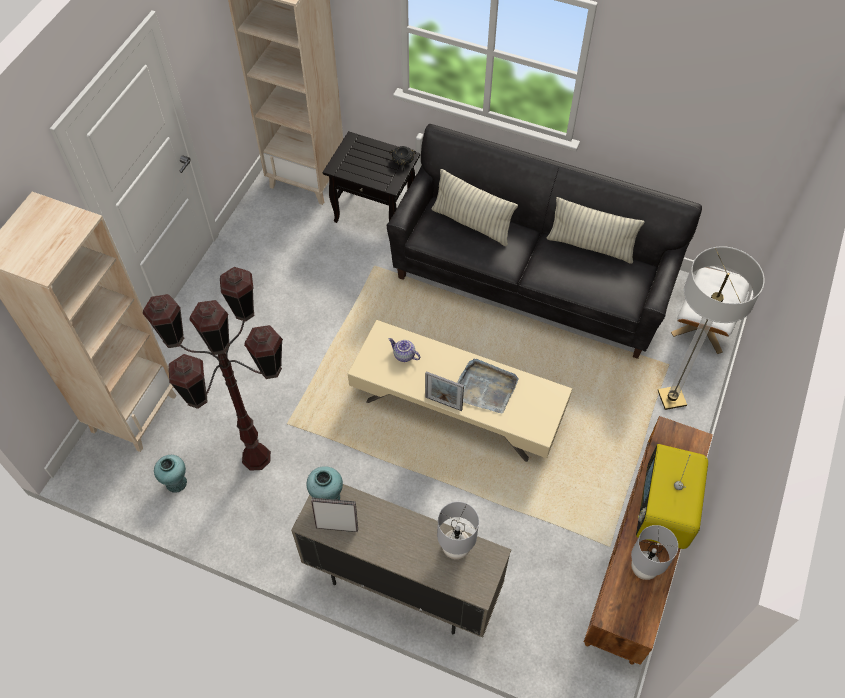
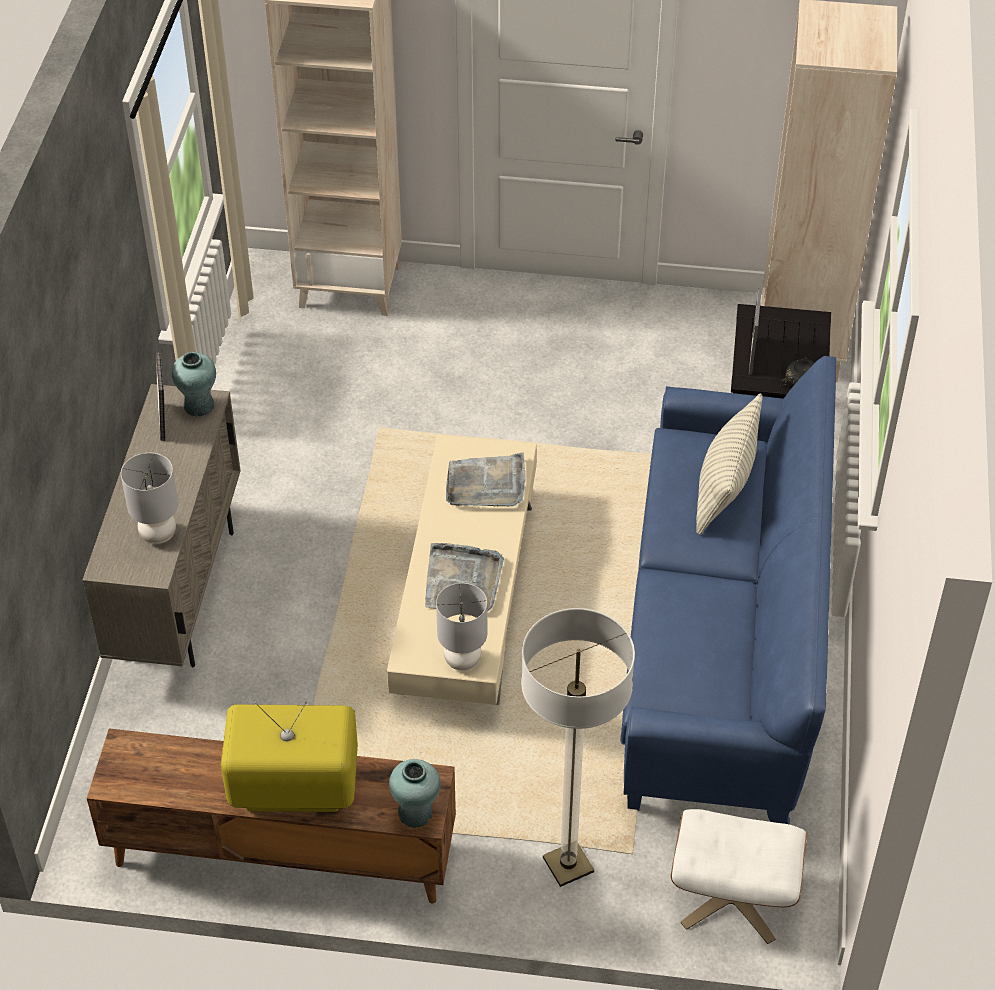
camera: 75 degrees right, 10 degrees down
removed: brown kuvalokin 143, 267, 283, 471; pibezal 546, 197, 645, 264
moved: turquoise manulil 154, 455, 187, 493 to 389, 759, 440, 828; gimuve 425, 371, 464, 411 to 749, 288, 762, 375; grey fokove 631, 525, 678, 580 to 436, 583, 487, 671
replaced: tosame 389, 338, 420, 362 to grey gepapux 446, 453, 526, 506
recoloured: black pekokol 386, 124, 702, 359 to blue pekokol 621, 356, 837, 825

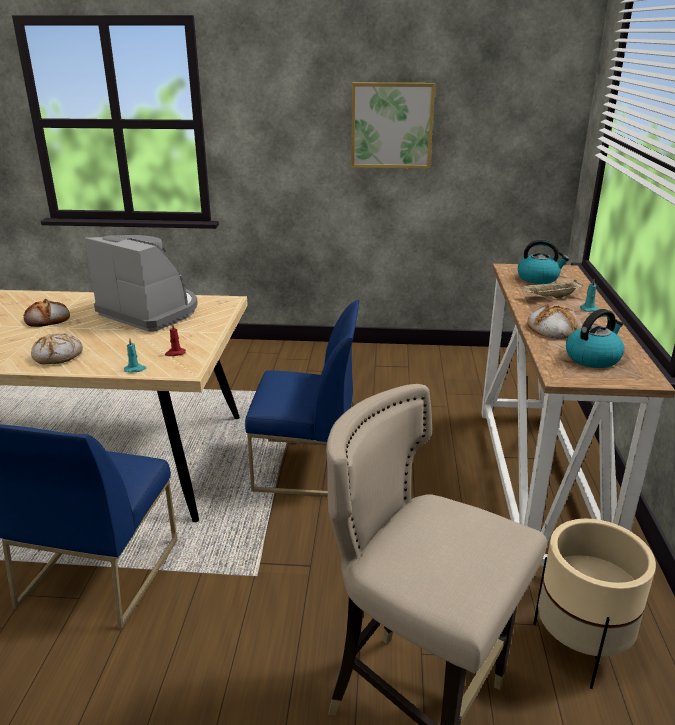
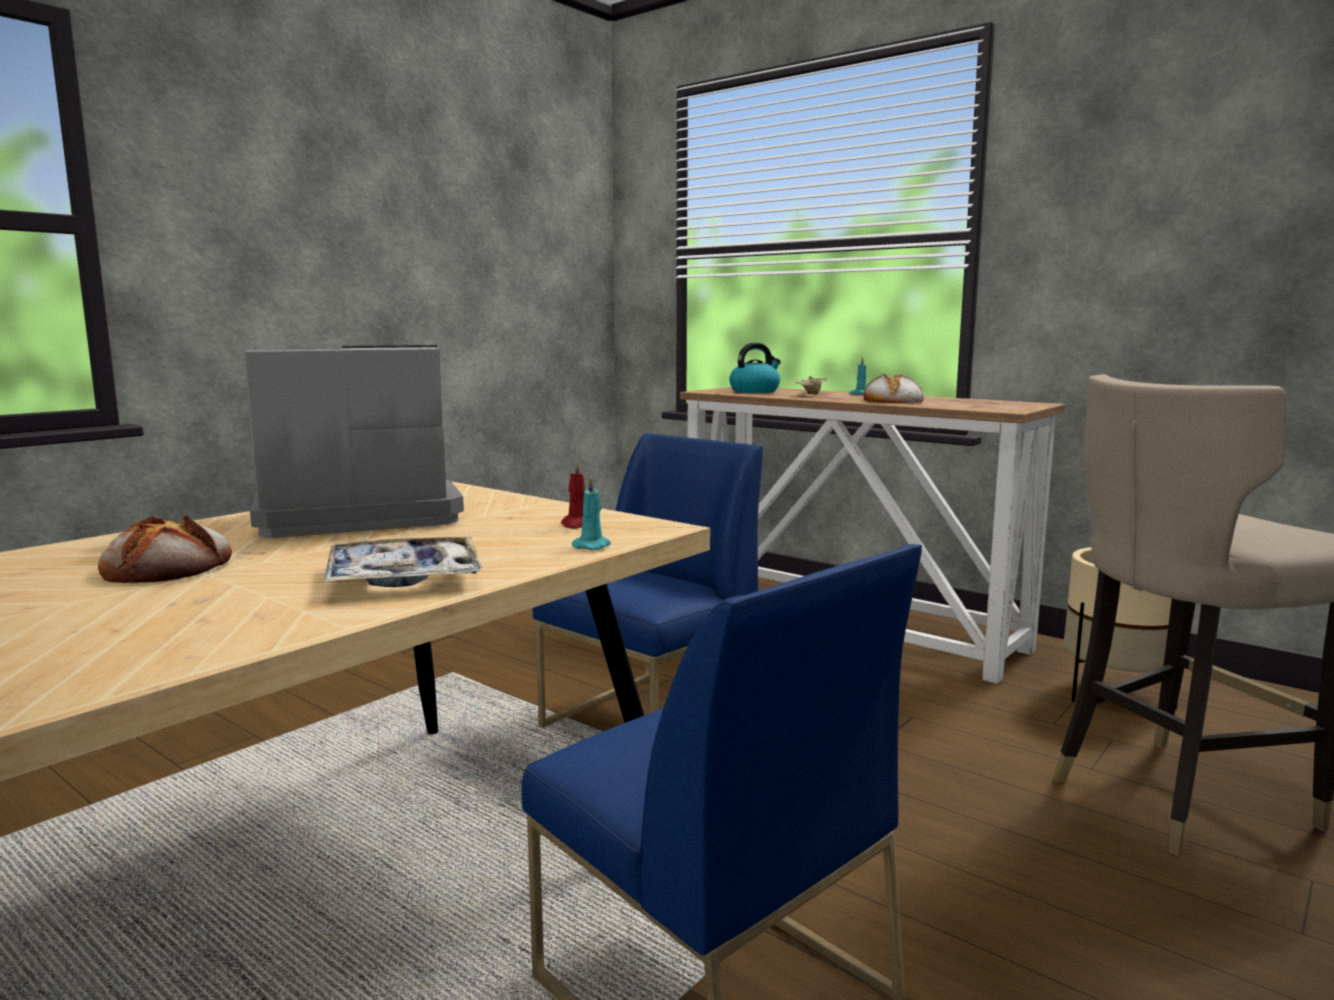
camera: 55 degrees left, 15 degrees down
removed: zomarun 351, 83, 435, 169; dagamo 566, 309, 624, 368
replaced: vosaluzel 31, 333, 83, 364 to gepapux 323, 537, 483, 587

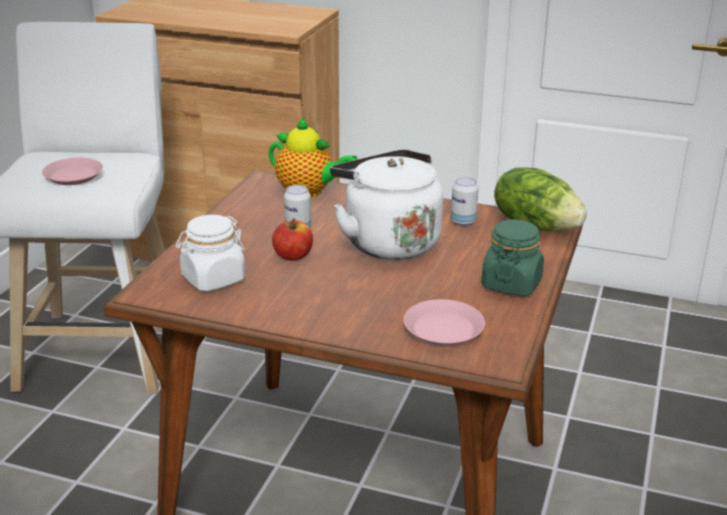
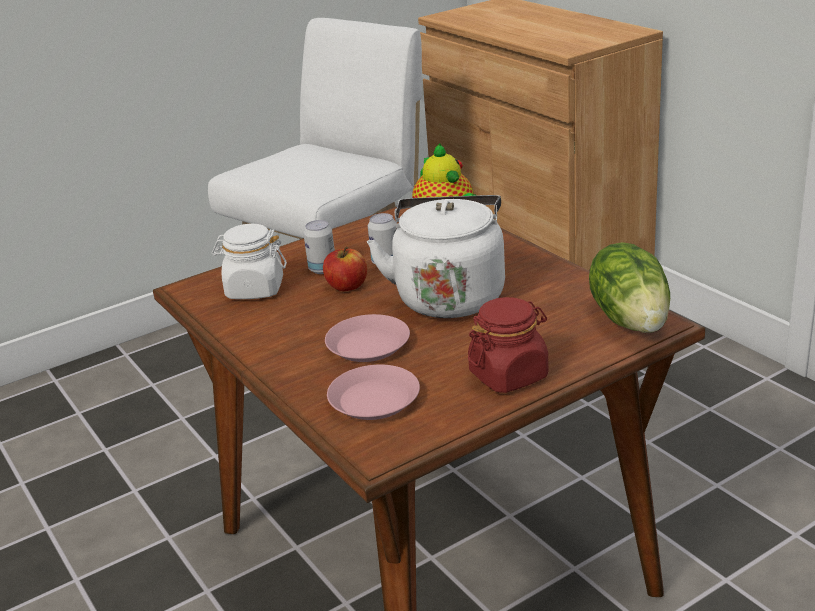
camera: 40 degrees right, 0 degrees up
moved: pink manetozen 42, 158, 103, 185 to 325, 314, 410, 362; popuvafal 451, 177, 479, 226 to 303, 220, 335, 274
recoloured: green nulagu 481, 219, 544, 296 to red nulagu 468, 297, 548, 393

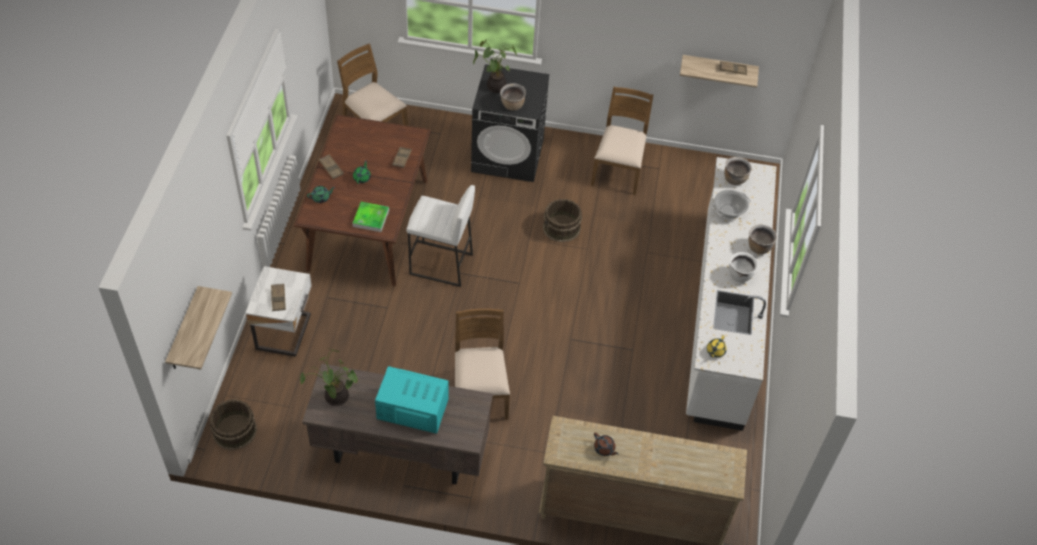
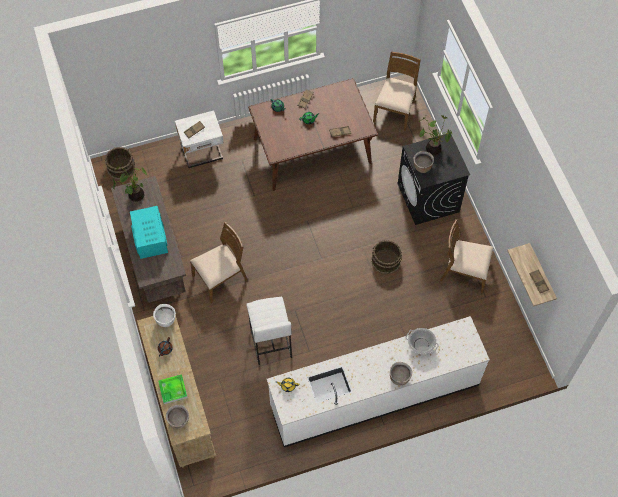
camera: 65 degrees right, 10 degrees up
removed: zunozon 165, 286, 232, 370
moved: gepapux 353, 202, 389, 232 to 158, 374, 188, 404; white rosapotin 406, 185, 475, 287 to 246, 297, 292, 365; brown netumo 724, 157, 752, 185 to 166, 405, 189, 429; white netumo 729, 252, 758, 283 to 153, 304, 176, 327
turned: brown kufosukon 591, 87, 653, 195 = 440, 219, 494, 294 150 degrees counterclockwise

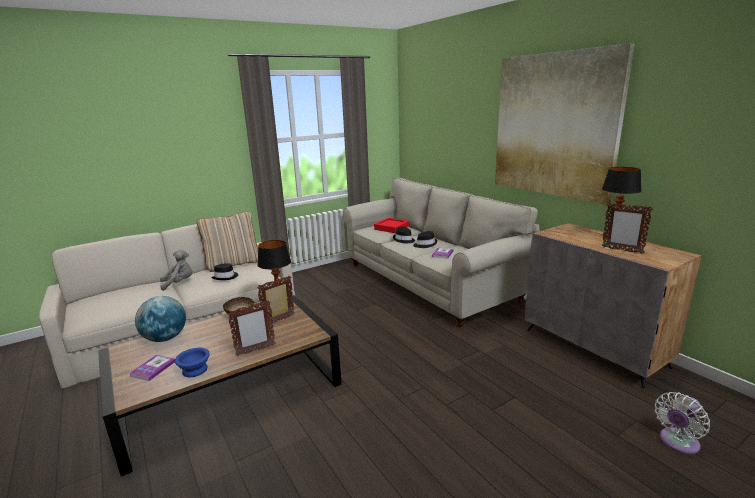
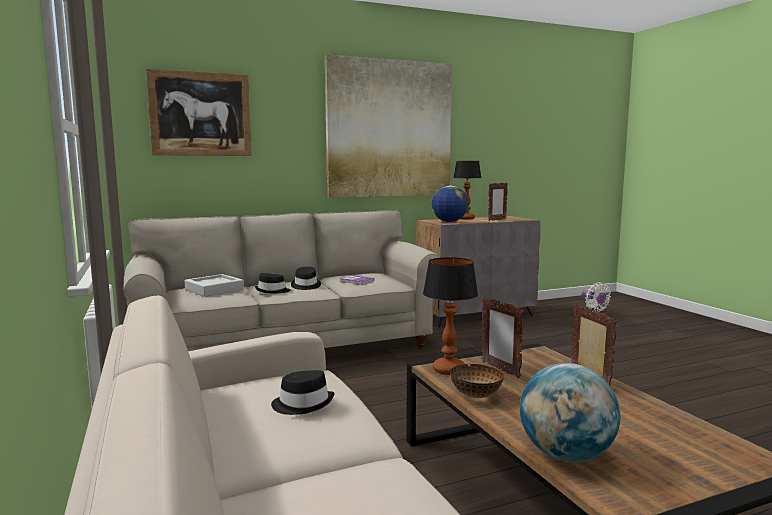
camera: 80 degrees left, 10 degrees down
removed: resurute 129, 355, 175, 381; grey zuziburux 160, 249, 192, 291; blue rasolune 175, 348, 210, 377; beige pibezal 197, 211, 258, 272
added: zomarun 146, 69, 252, 156; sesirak 432, 186, 468, 222
recoloured: red gepapux 374, 218, 409, 233 to grey gepapux 184, 274, 244, 297

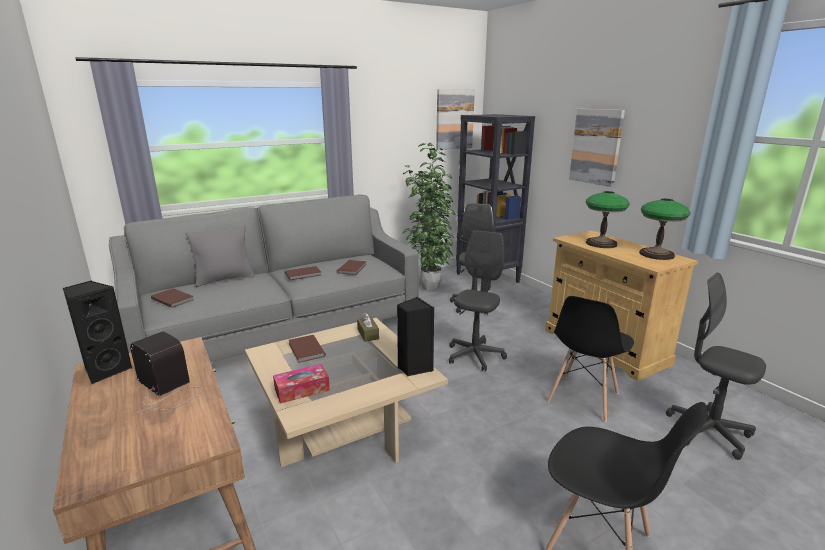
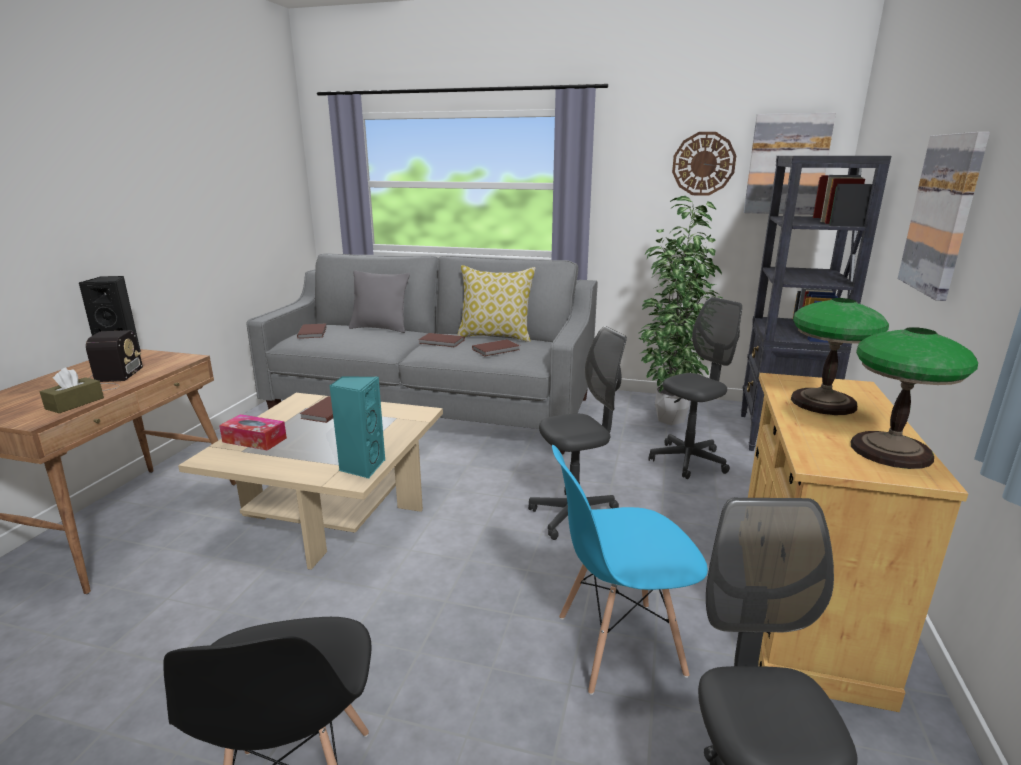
camera: 45 degrees right, 0 degrees up
added: pibezal 457, 265, 536, 342; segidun 672, 132, 736, 196
moved: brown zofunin 357, 313, 379, 342 to 40, 368, 104, 413
recoloured: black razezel 397, 297, 434, 376 to turquoise razezel 329, 376, 385, 479; black kufosukon 547, 296, 634, 422 to blue kufosukon 552, 445, 708, 695

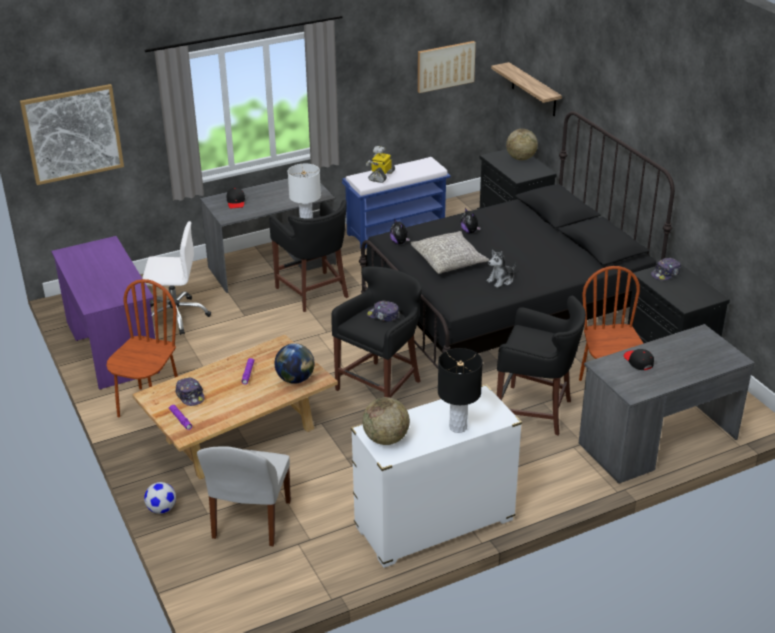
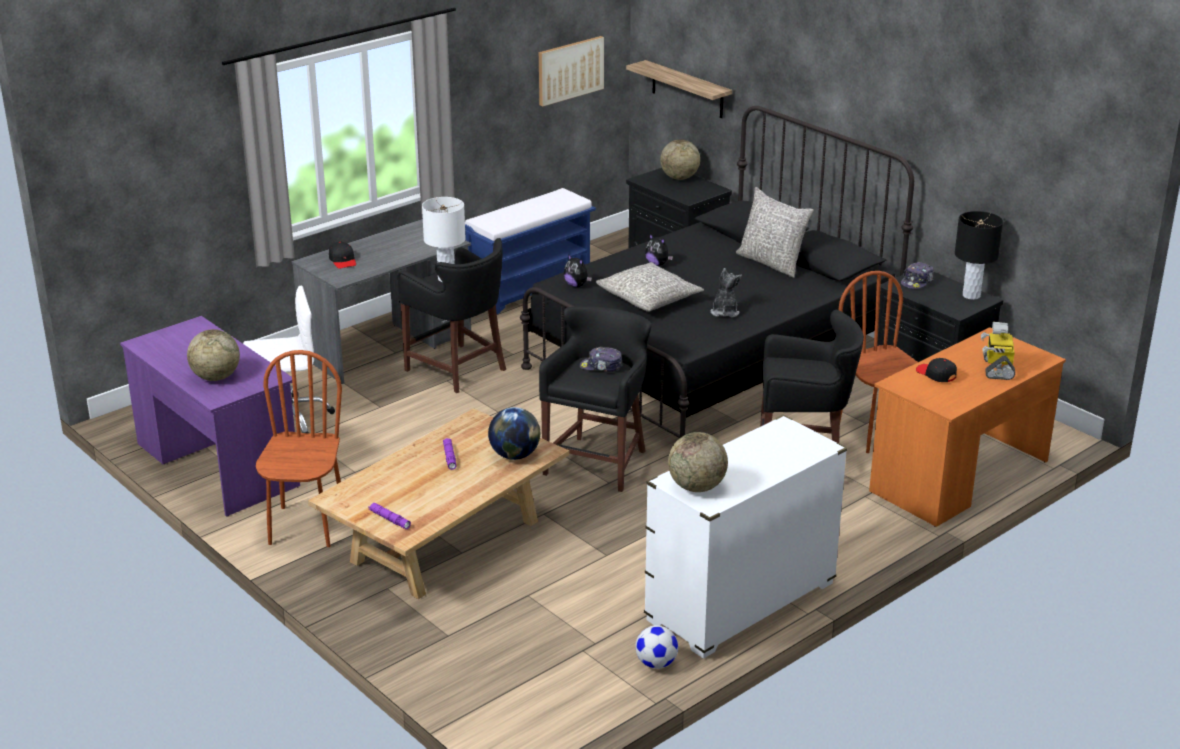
camera: 15 degrees left, 5 degrees down
removed: zomarun 20, 84, 124, 185; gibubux 175, 378, 205, 406; white kufosukon 197, 446, 291, 546
added: sesirak 187, 329, 240, 381; grey pibezal 736, 187, 814, 278
moved: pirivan 144, 482, 176, 514 to 636, 625, 678, 669; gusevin 366, 146, 395, 183 to 981, 322, 1015, 380; black fokove 438, 348, 483, 433 to 955, 211, 1003, 300
recoloured: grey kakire 579, 324, 755, 484 to orange kakire 869, 327, 1066, 527
turned: zuziburux 487, 250, 516, 288 = 710, 268, 742, 318 150 degrees clockwise

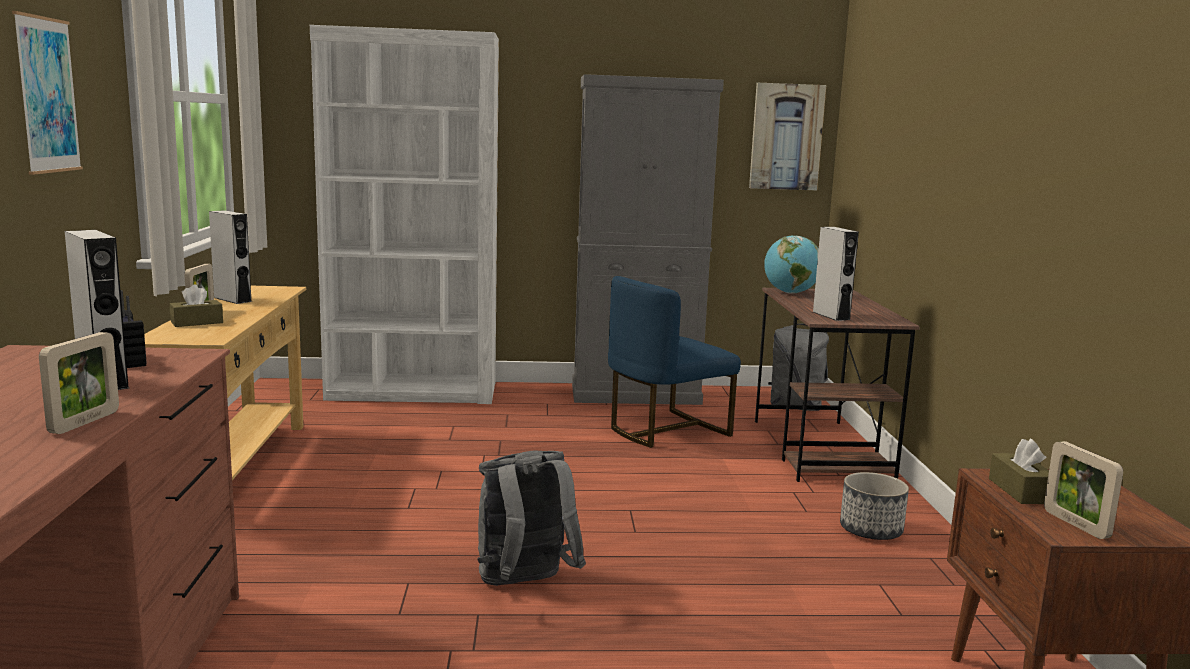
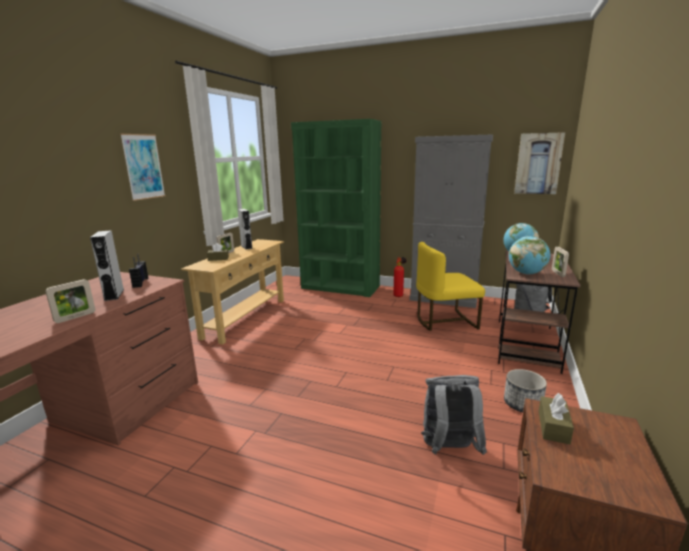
camera: 25 degrees right, 5 degrees up
added: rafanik 393, 257, 406, 297
moved: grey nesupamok 477, 450, 586, 586 to 421, 375, 487, 455; gimuve 1044, 441, 1123, 539 to 552, 247, 569, 277
replaced: grey razezel 813, 227, 859, 321 to sesirak 509, 236, 550, 275
recoloured: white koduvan 310, 25, 499, 404 to green koduvan 291, 119, 381, 297; blue kufosukon 608, 276, 741, 448 to yellow kufosukon 416, 242, 485, 331

